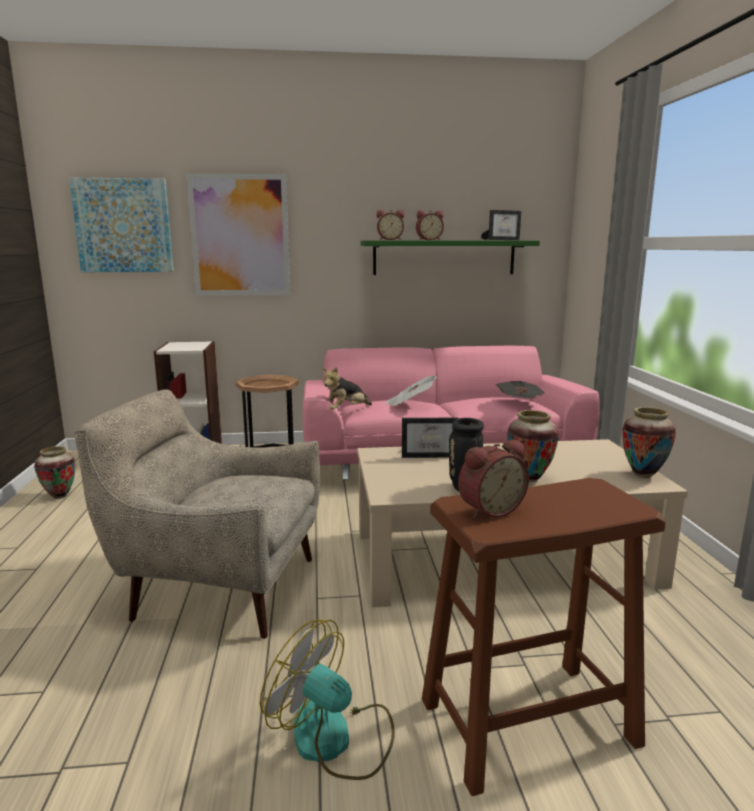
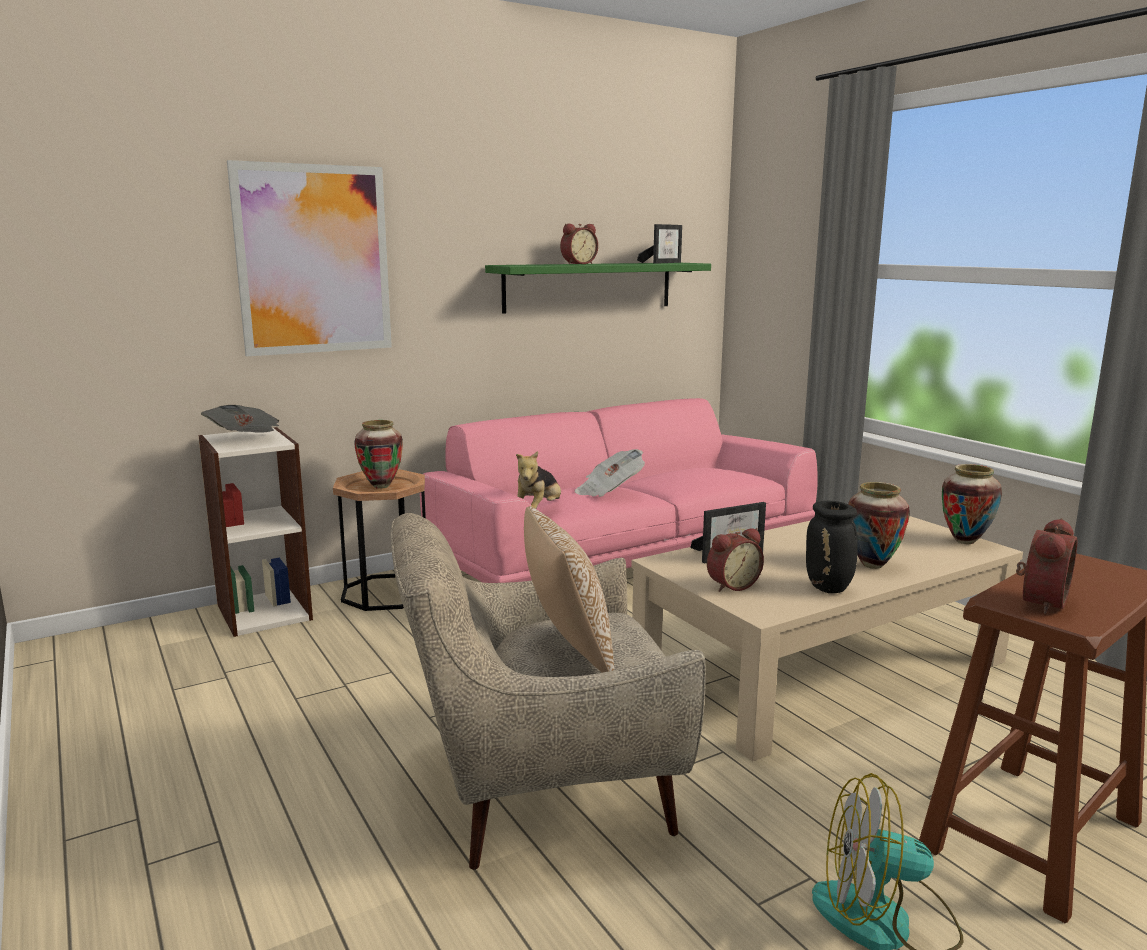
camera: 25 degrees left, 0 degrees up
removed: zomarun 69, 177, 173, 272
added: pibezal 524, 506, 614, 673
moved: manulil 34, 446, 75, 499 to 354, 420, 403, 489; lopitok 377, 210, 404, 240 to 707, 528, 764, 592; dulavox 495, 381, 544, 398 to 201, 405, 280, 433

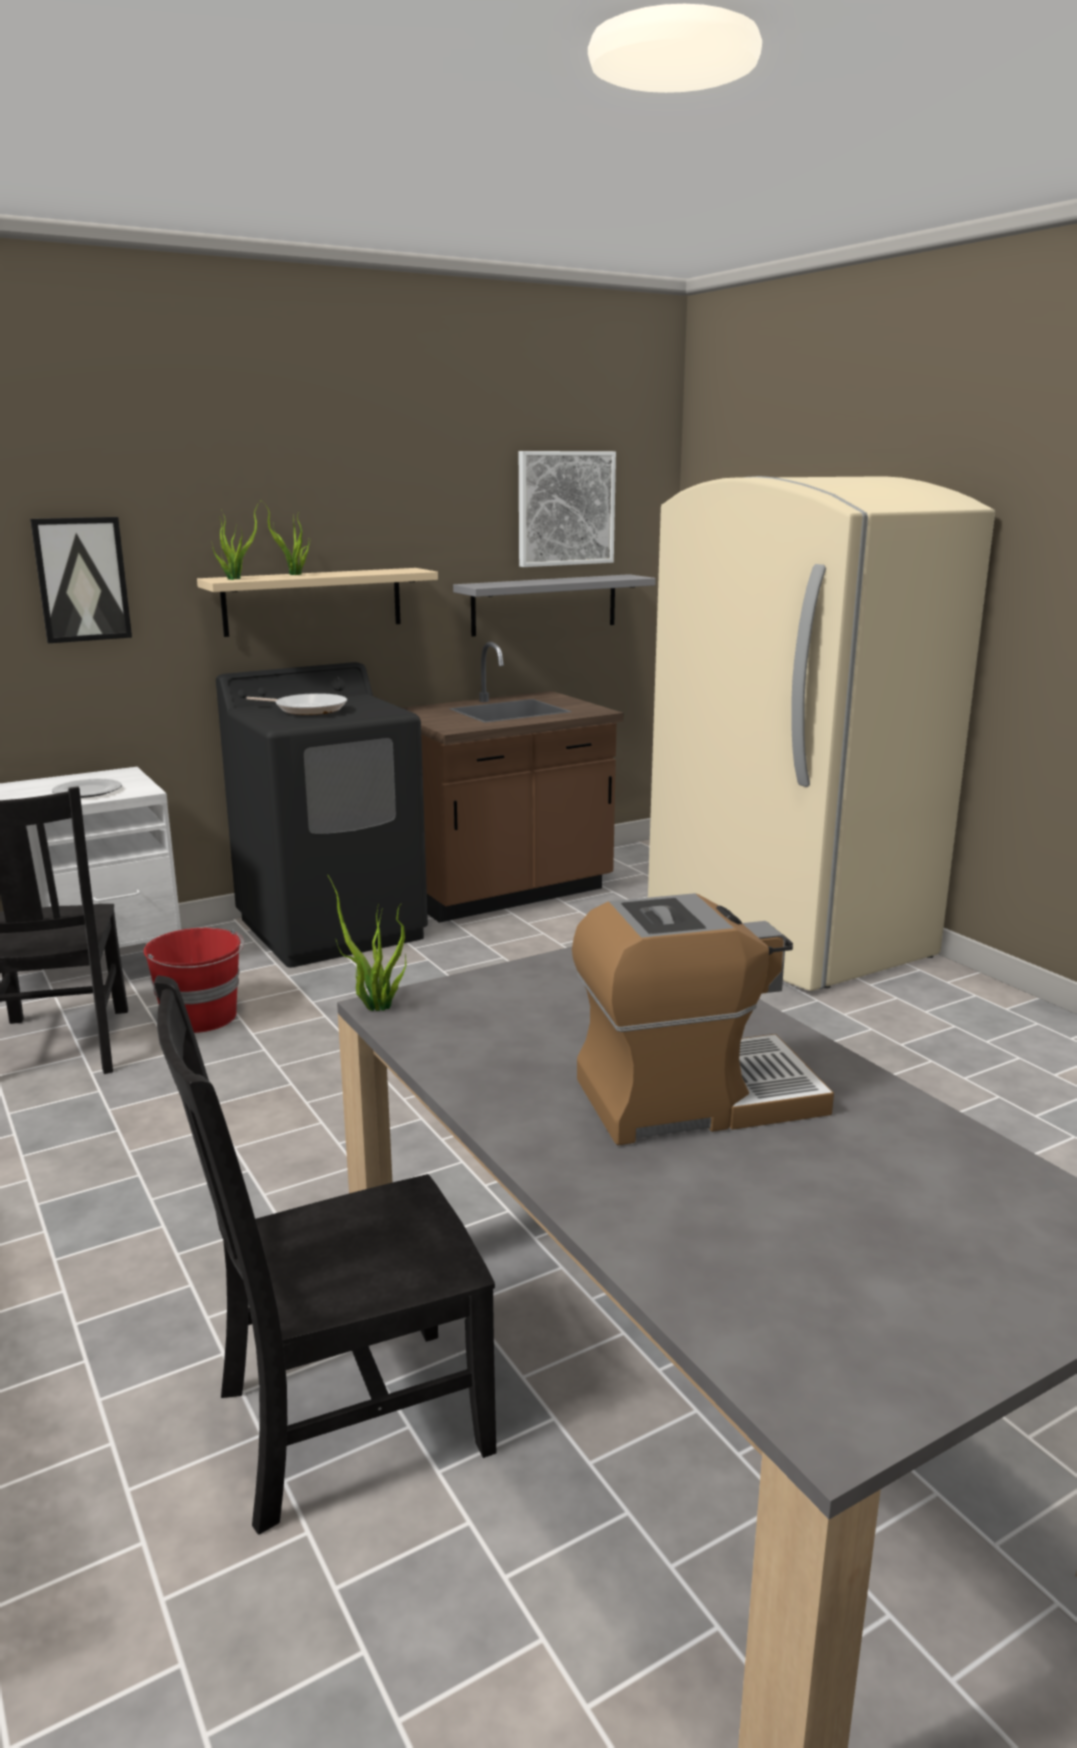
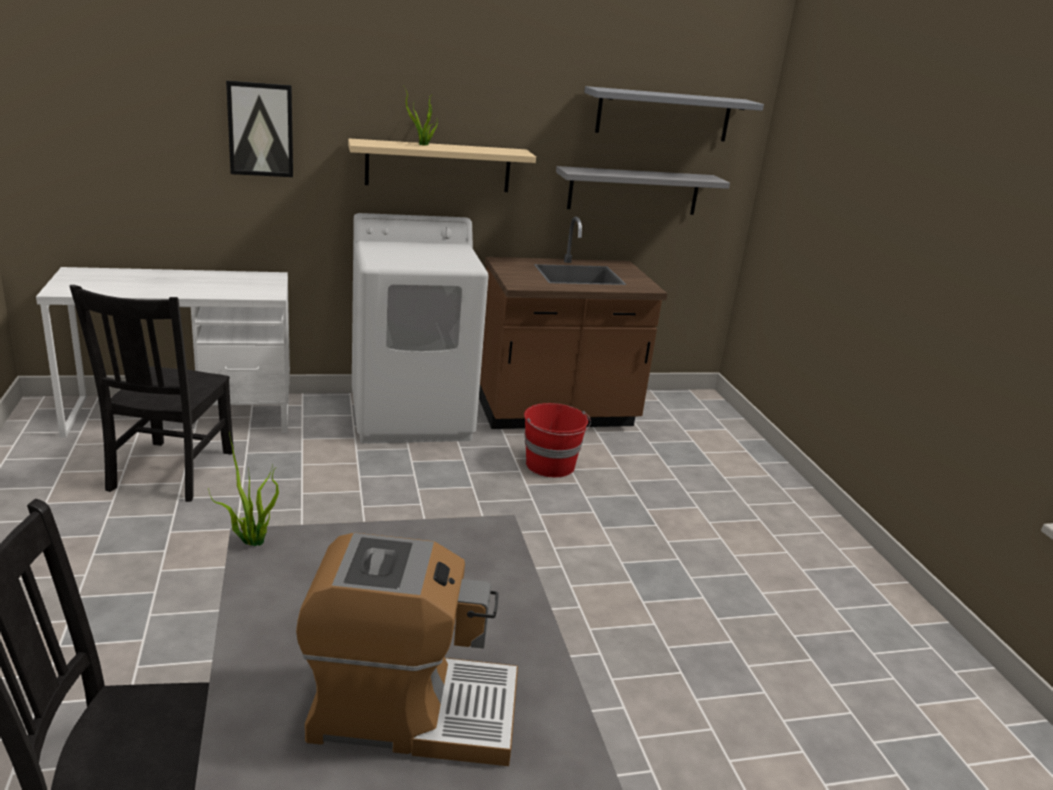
camera: 15 degrees right, 5 degrees up
removed: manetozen 52, 779, 122, 798; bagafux 211, 502, 260, 580; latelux 246, 693, 347, 715; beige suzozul 648, 476, 995, 991
moved: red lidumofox 144, 928, 244, 1033 to 524, 403, 591, 477
replaced: zomarun 519, 451, 616, 567 to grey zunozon 584, 86, 764, 141
recoloured: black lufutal 216, 662, 428, 968 to white lufutal 352, 213, 489, 444

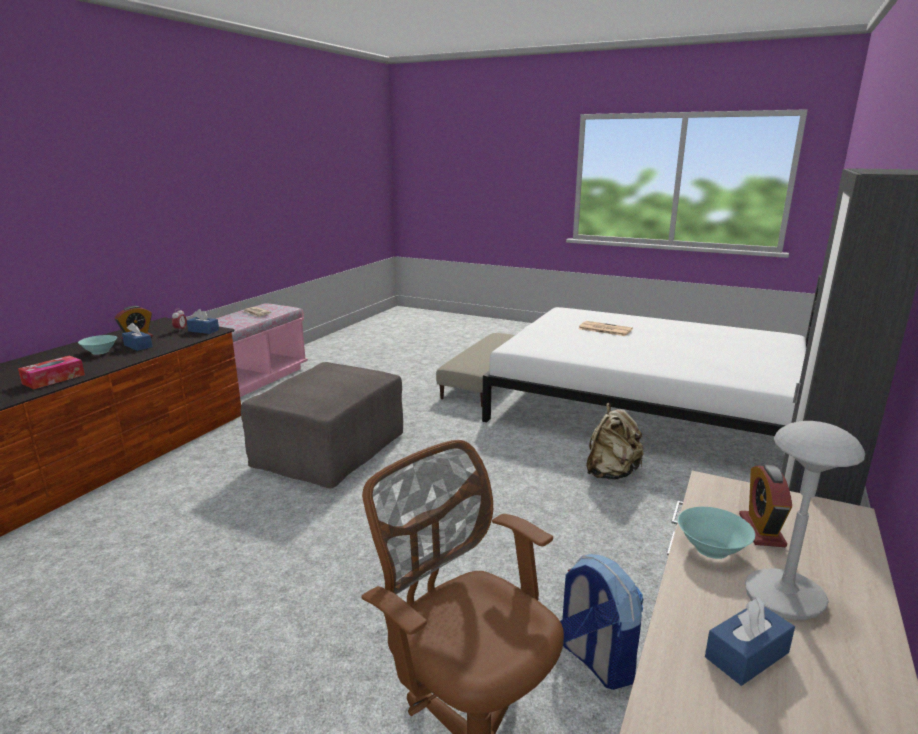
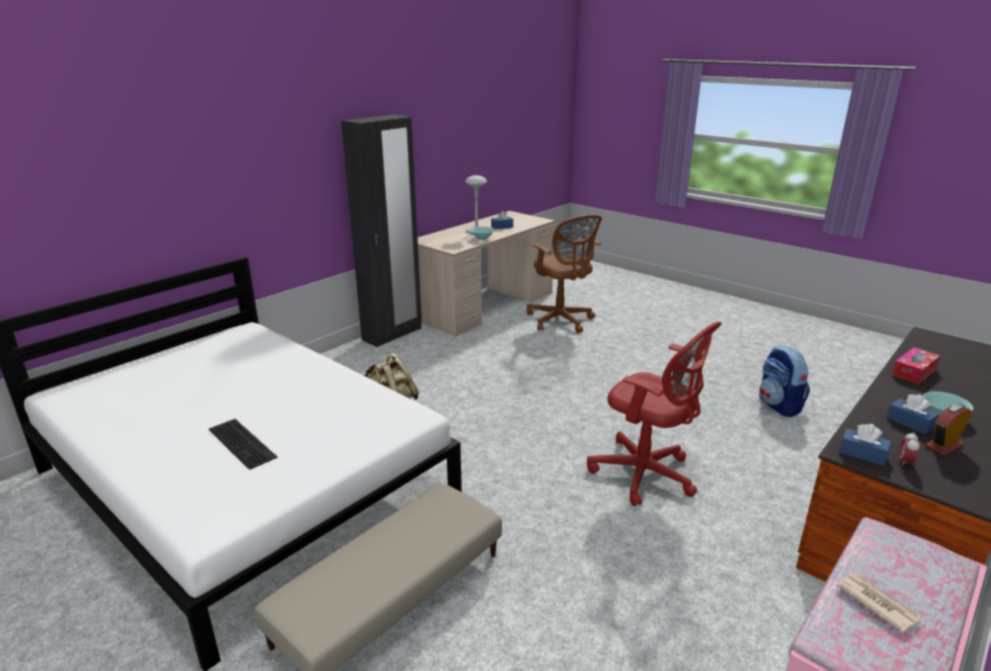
camera: 165 degrees left, 5 degrees up
removed: lopitok 739, 464, 792, 547
moved: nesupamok 560, 554, 644, 690 to 759, 346, 810, 417
replaced: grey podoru 241, 362, 403, 488 to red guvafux 587, 321, 722, 506; dulavox 578, 321, 633, 336 to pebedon 209, 419, 278, 470

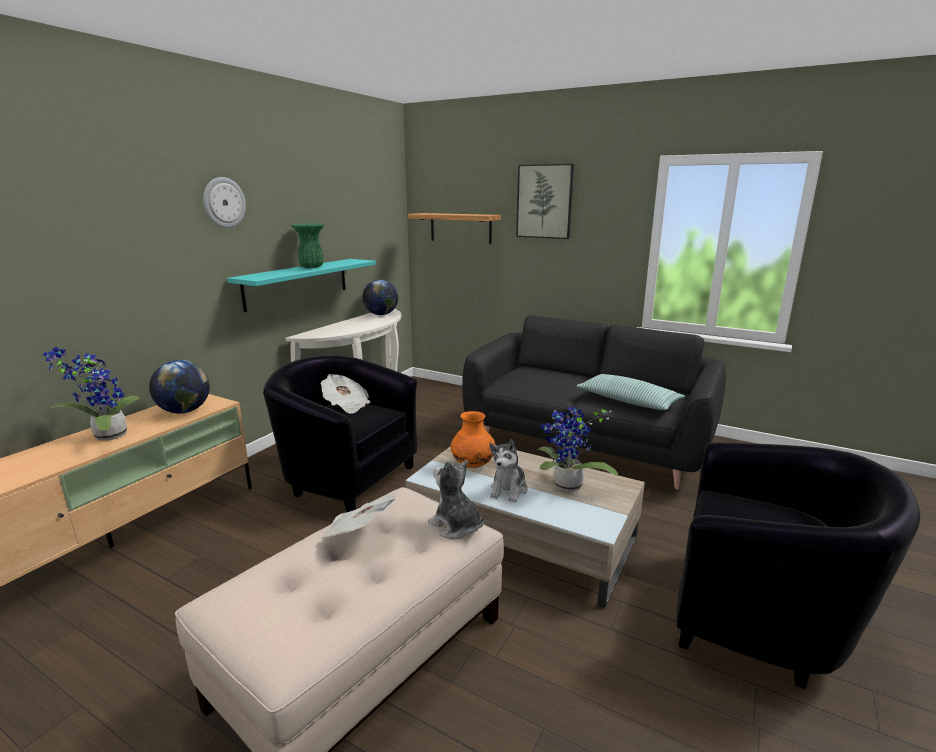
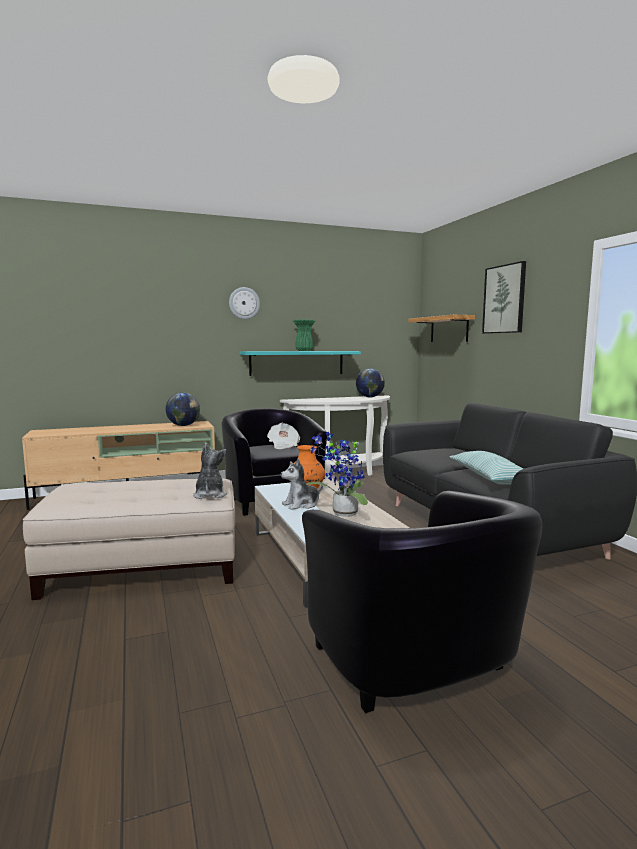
camera: 40 degrees right, 10 degrees down
removed: bagafux 42, 347, 139, 441; dulavox 320, 492, 397, 539

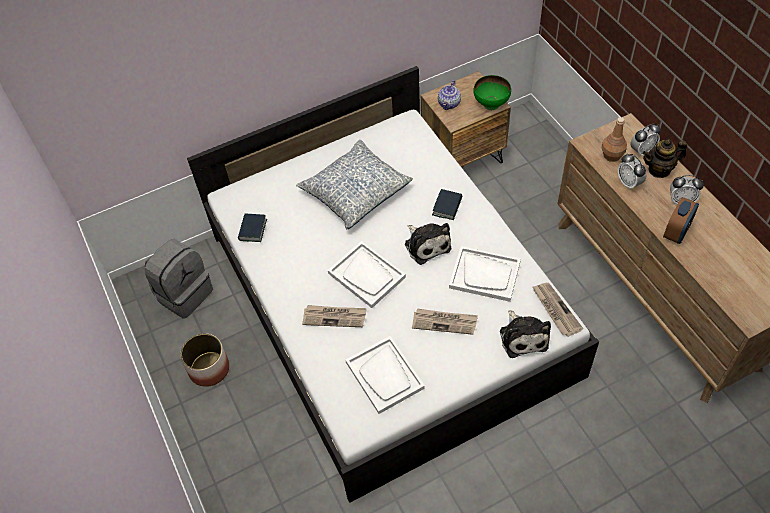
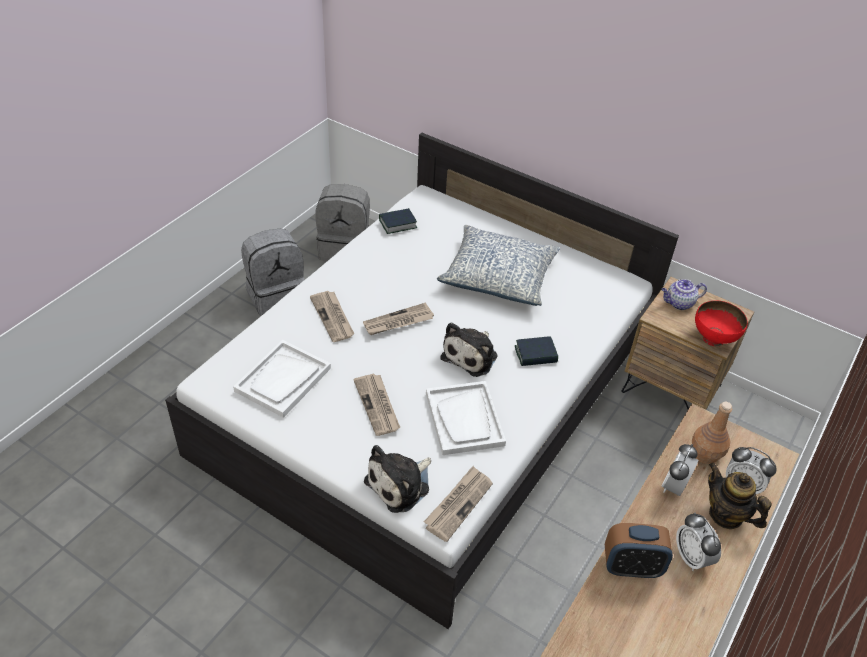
camera: 55 degrees right, 10 degrees down
replaced: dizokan 180, 333, 229, 387 to grey nesupamok 241, 228, 305, 317; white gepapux 328, 241, 406, 308 to dulavox 363, 303, 434, 335
recoloured: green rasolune 473, 75, 511, 110 to red rasolune 695, 300, 748, 346

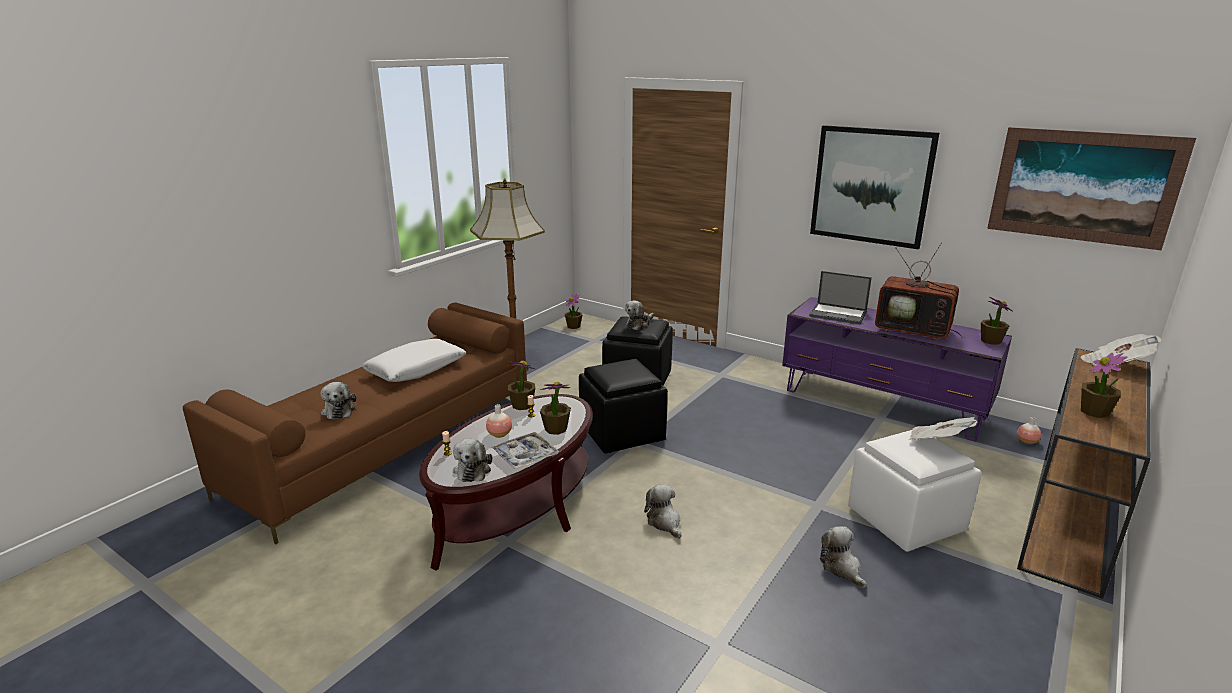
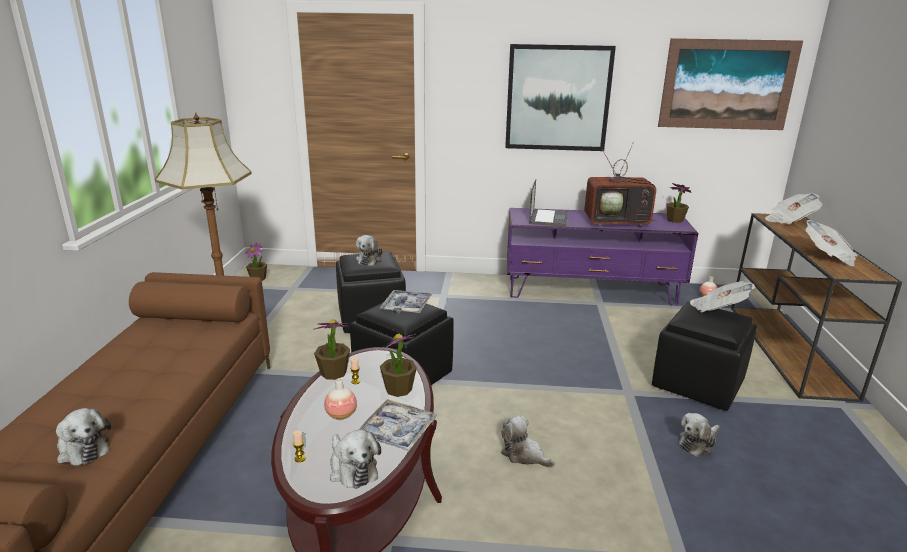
camera: 30 degrees left, 0 degrees up
removed: white pibezal 362, 339, 467, 382
added: gepapux 380, 290, 432, 313
replaced: bagafux 1081, 353, 1128, 418 to dulavox 806, 220, 858, 266
recoloured: white podoru 848, 430, 982, 552 to black podoru 652, 301, 757, 411
turned: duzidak 809, 271, 872, 324 = 529, 179, 568, 227 75 degrees counterclockwise; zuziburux 820, 526, 867, 588 = 679, 413, 720, 457 75 degrees counterclockwise

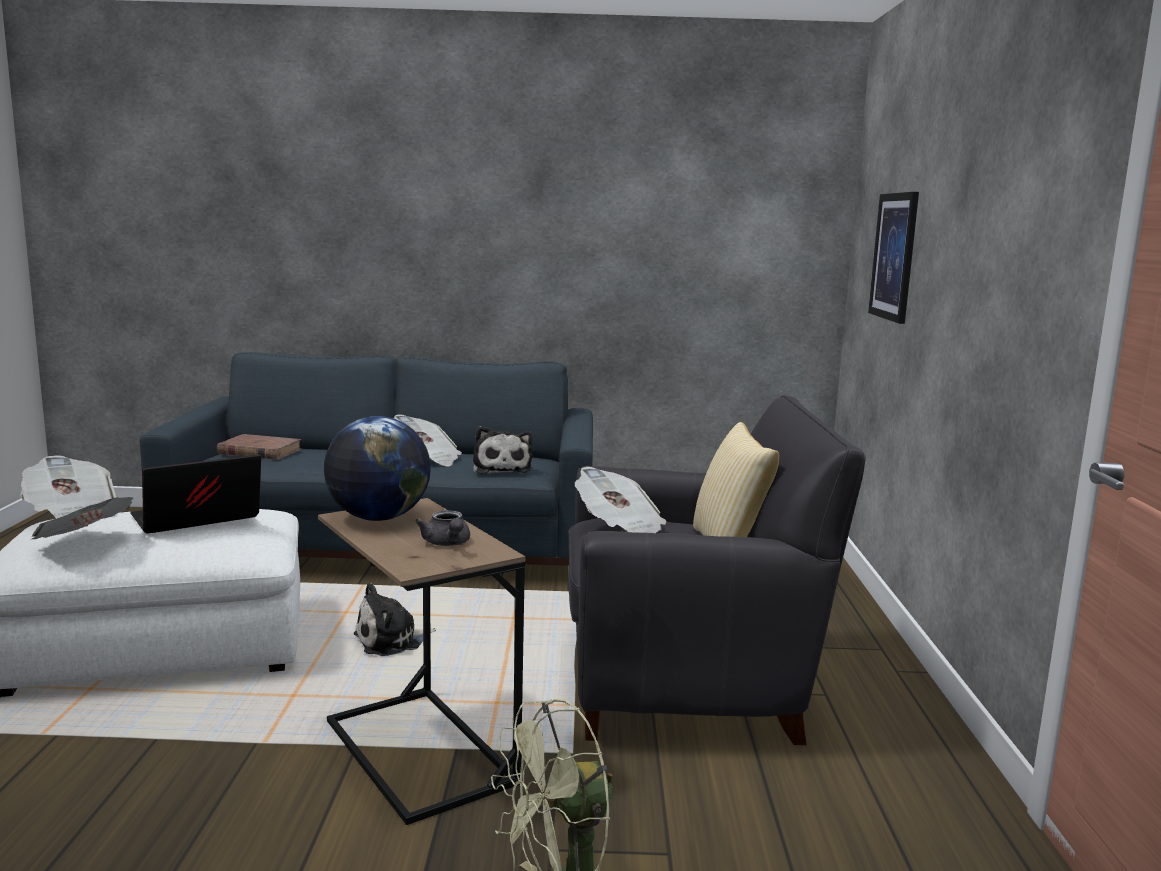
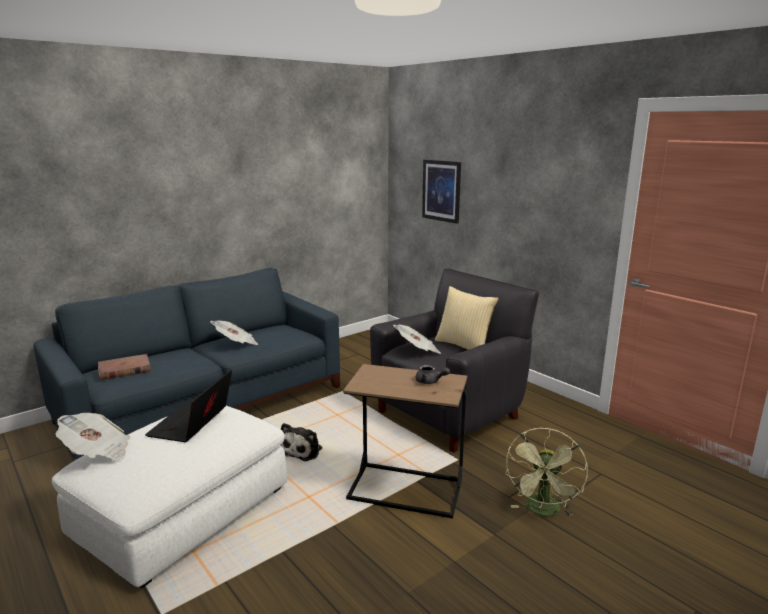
camera: 40 degrees left, 5 degrees up
removed: dulavox 31, 497, 133, 539; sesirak 324, 416, 431, 521; zuziburux 473, 426, 532, 474

